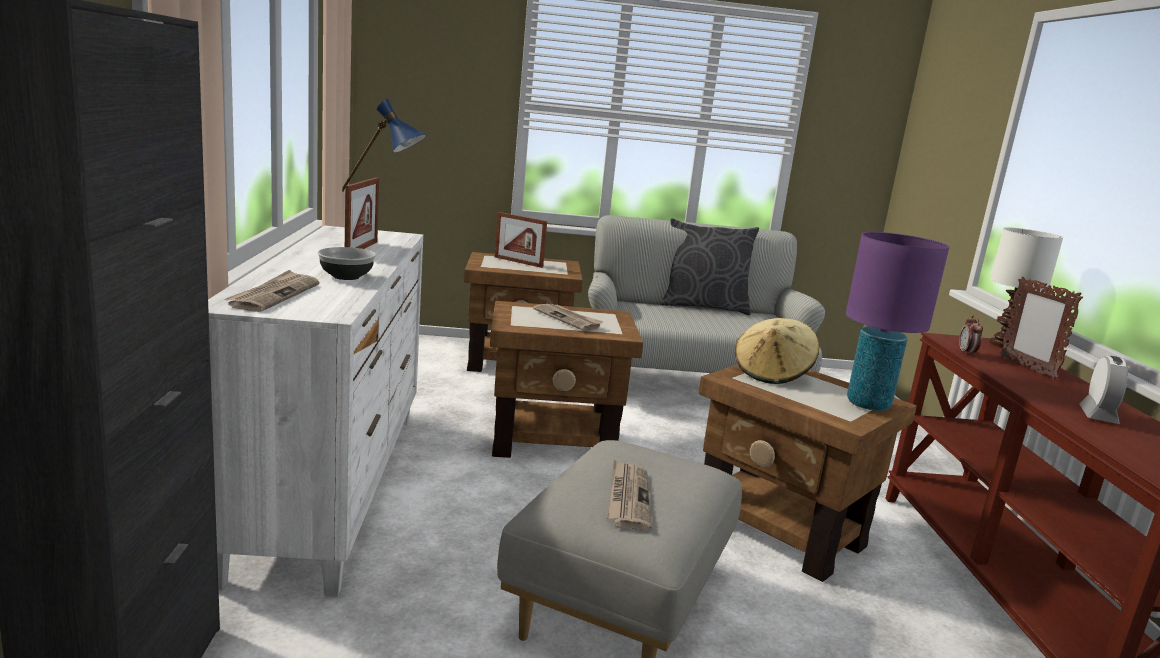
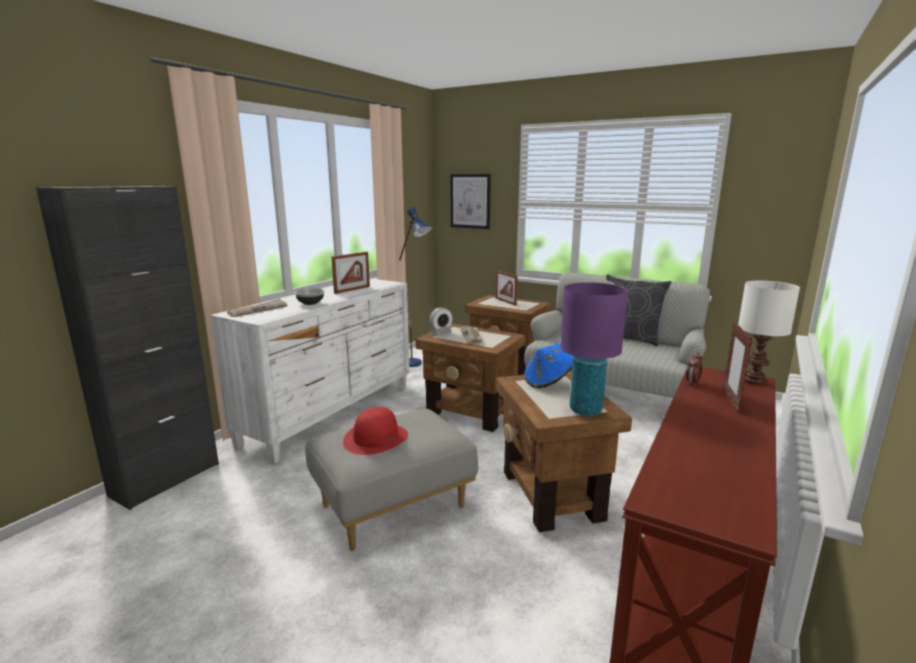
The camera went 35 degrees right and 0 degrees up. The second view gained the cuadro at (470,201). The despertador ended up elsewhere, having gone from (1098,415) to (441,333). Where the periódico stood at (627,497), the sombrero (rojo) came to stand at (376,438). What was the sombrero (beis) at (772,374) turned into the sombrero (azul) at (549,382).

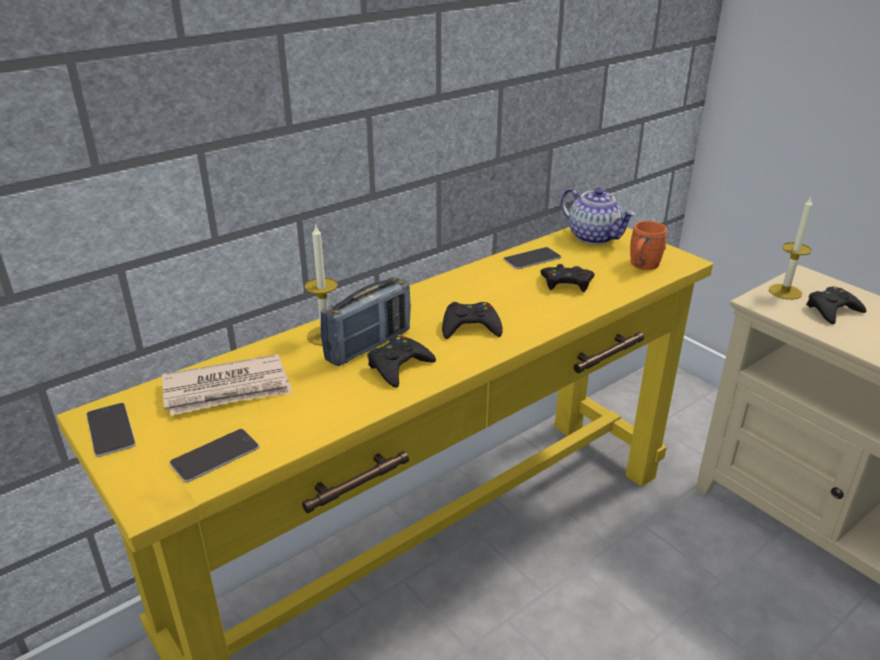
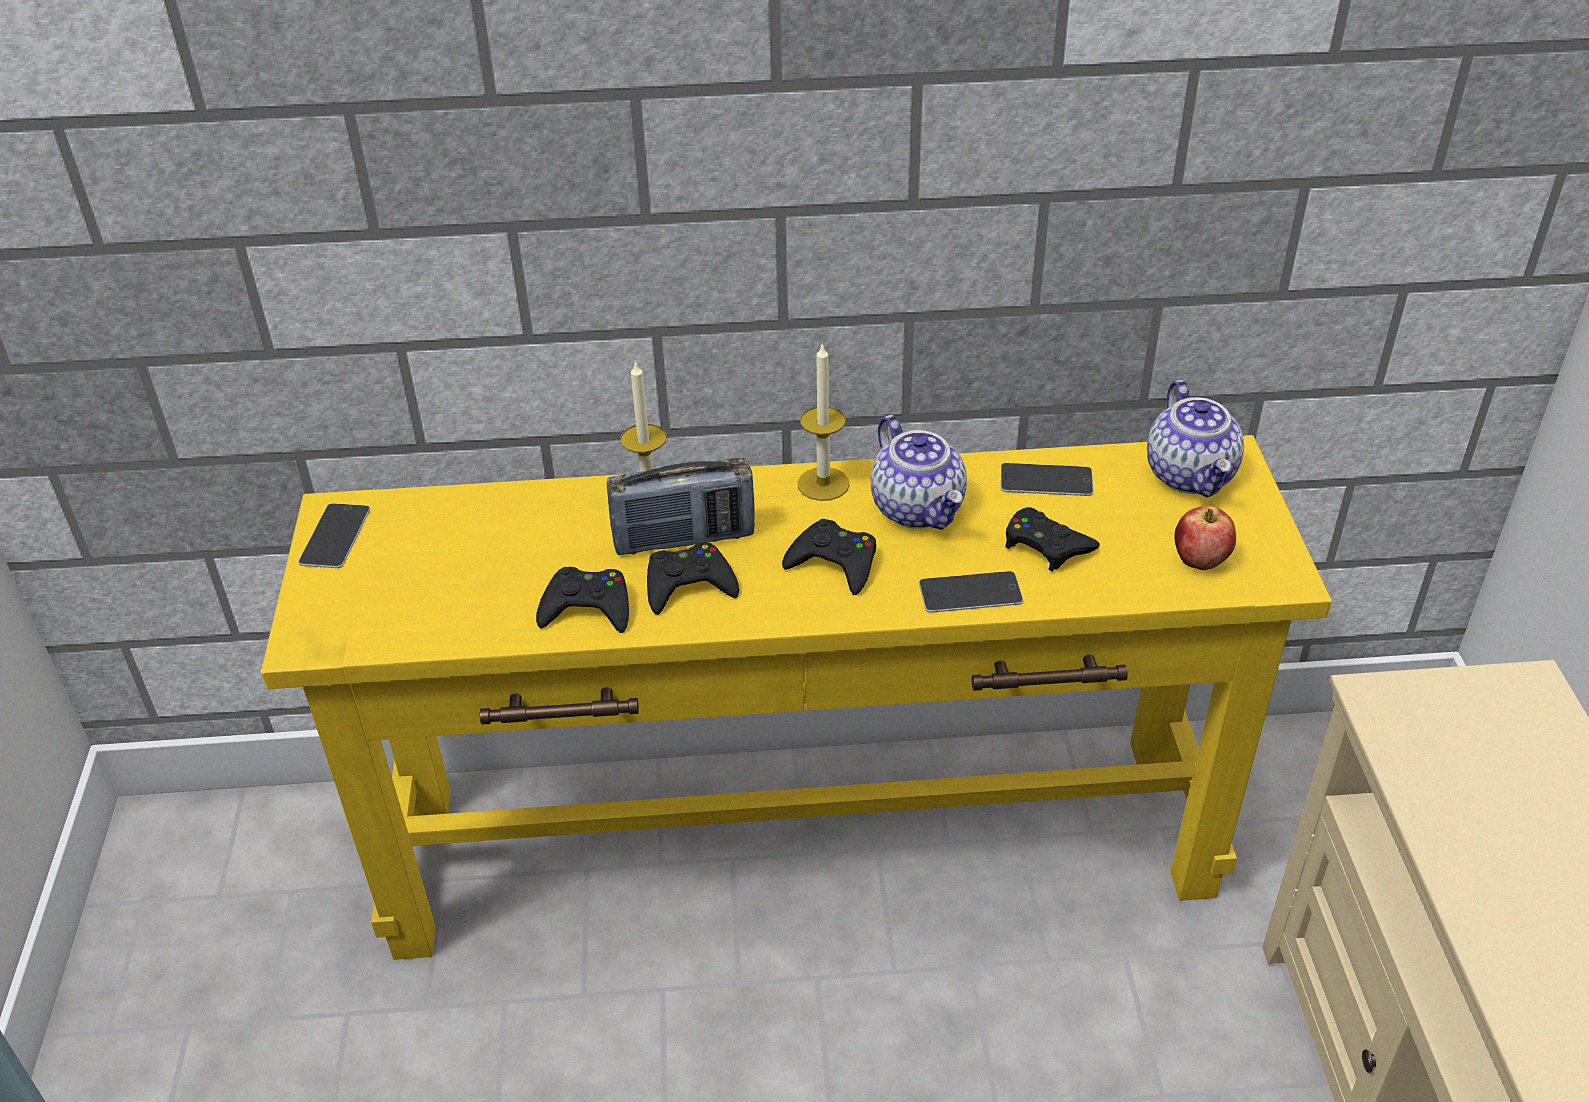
The camera went 35 degrees right and 10 degrees up. The second view lost the periódico at (228,390). The second view gained the tetera at (919,509). The móvil ended up elsewhere, having gone from (215,455) to (970,592). The vela ended up elsewhere, having gone from (785,292) to (823,484). The mando de consola (negro) ended up elsewhere, having gone from (832,310) to (587,608). Where the taza grande (naranja) stood at (642,266), the manzana came to stand at (1200,561).

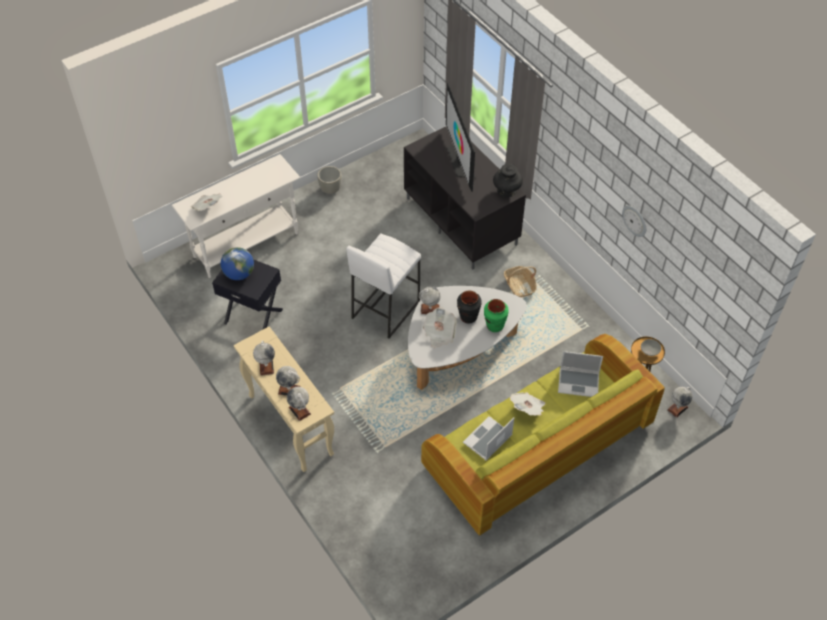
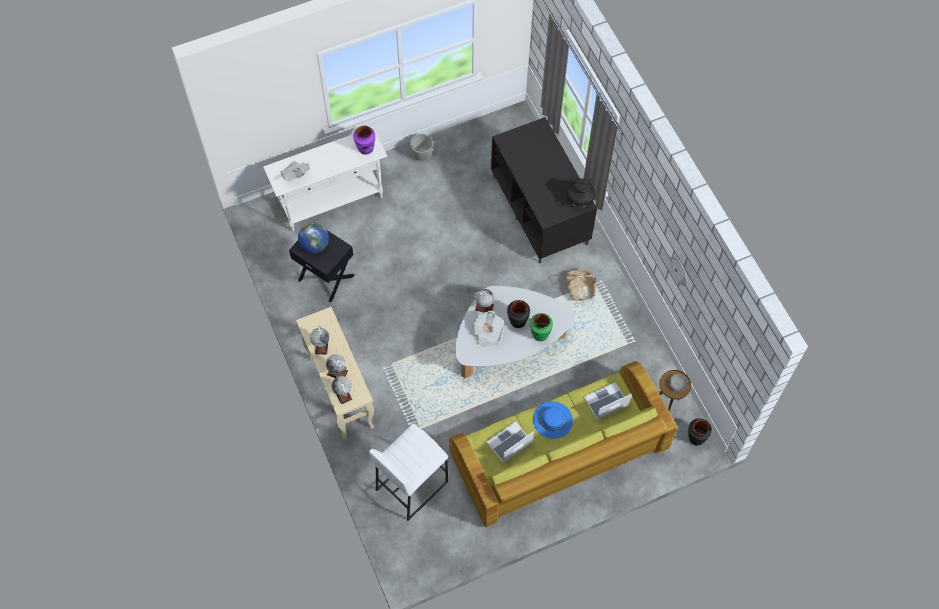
The camera went 10 degrees right and 10 degrees up. The second view lost the televisor at (460,161). The second view gained the florero (morado) at (365,148). The taburete (blanco) ended up elsewhere, having gone from (385,309) to (411,485). Where the periódico stood at (528,408), the sombrero (azul) came to stand at (552,420). Where the globo terráqueo stood at (677,408), the florero (negro) came to stand at (696,438). The portátil at (579,382) ended up facing another way, 135 degrees clockwise from before.

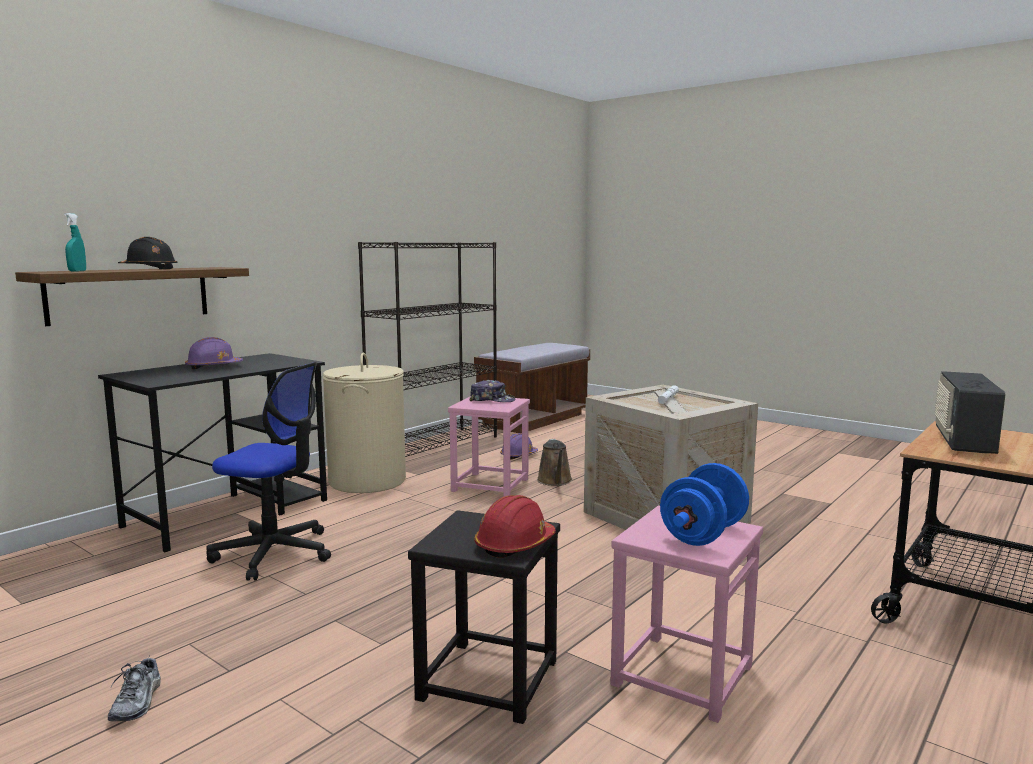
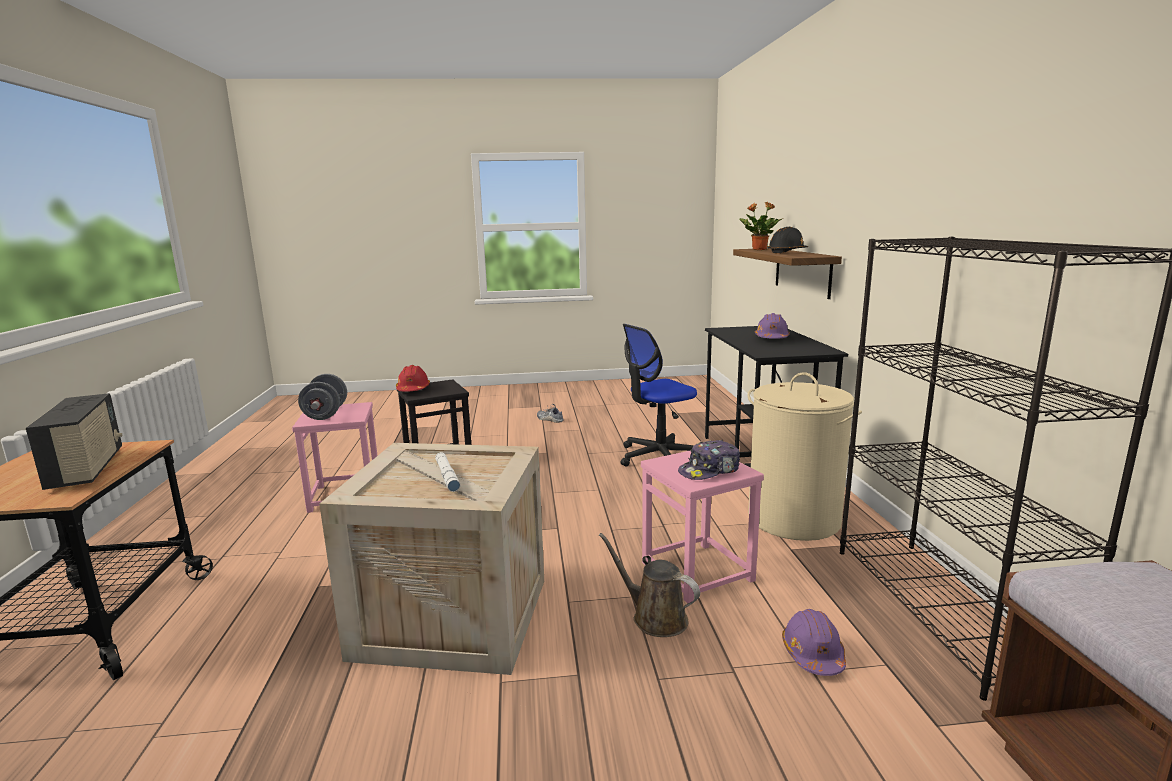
The camera went 135 degrees right and 5 degrees up. Where the pulverizador (turquesa) stood at (77,271), the planta en maceta came to stand at (758,249). What was the mancuerna (azul) at (703,534) turned into the mancuerna (gris) at (326,414).

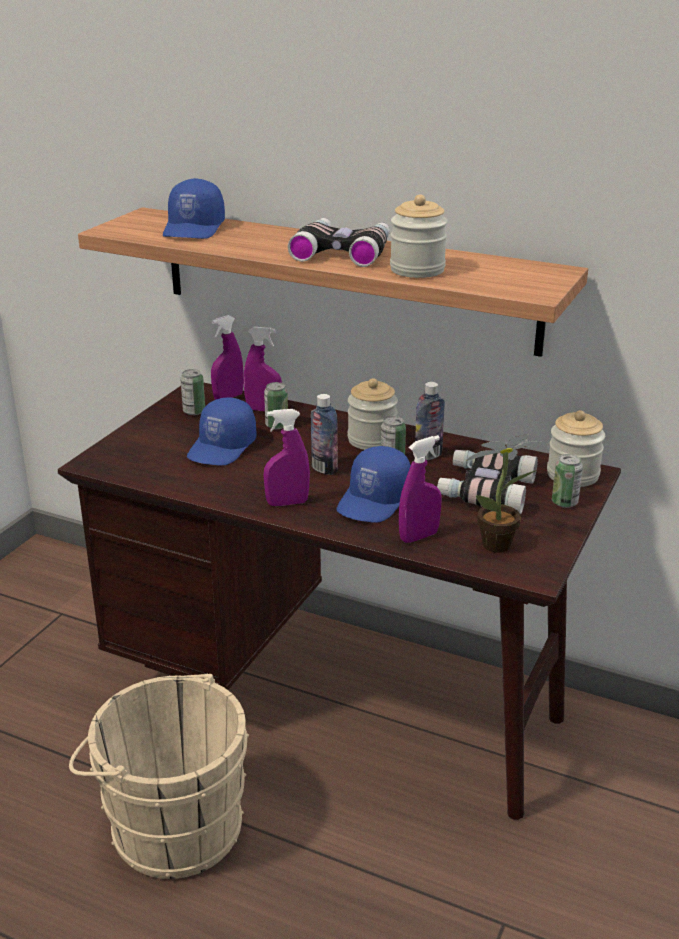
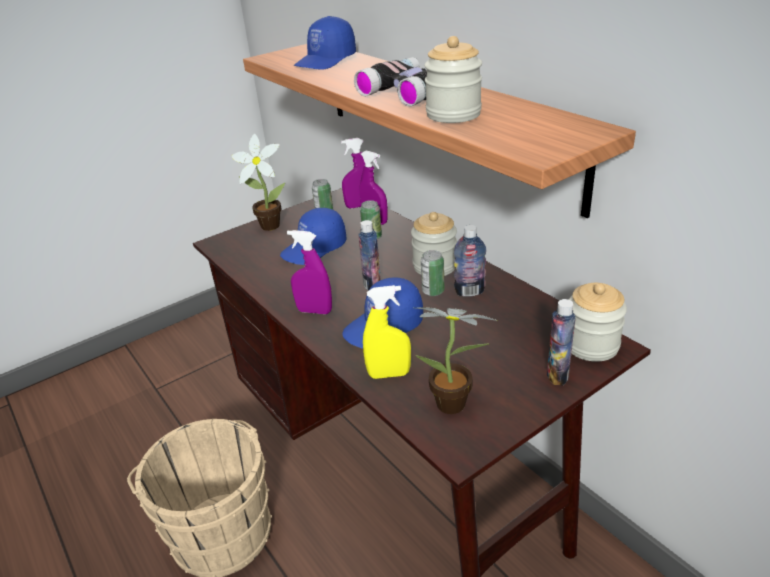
The camera went 30 degrees right and 5 degrees up. The second view lost the prismáticos at (485,490). The second view gained the planta en maceta at (267,225). Where the lata stood at (564,502), the botella came to stand at (557,374). What was the pulverizador (morado) at (419,536) turned into the pulverizador (amarillo) at (389,374).

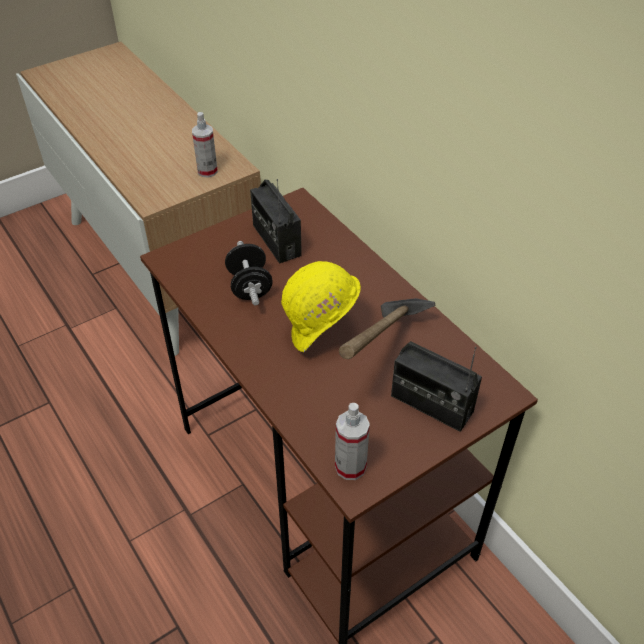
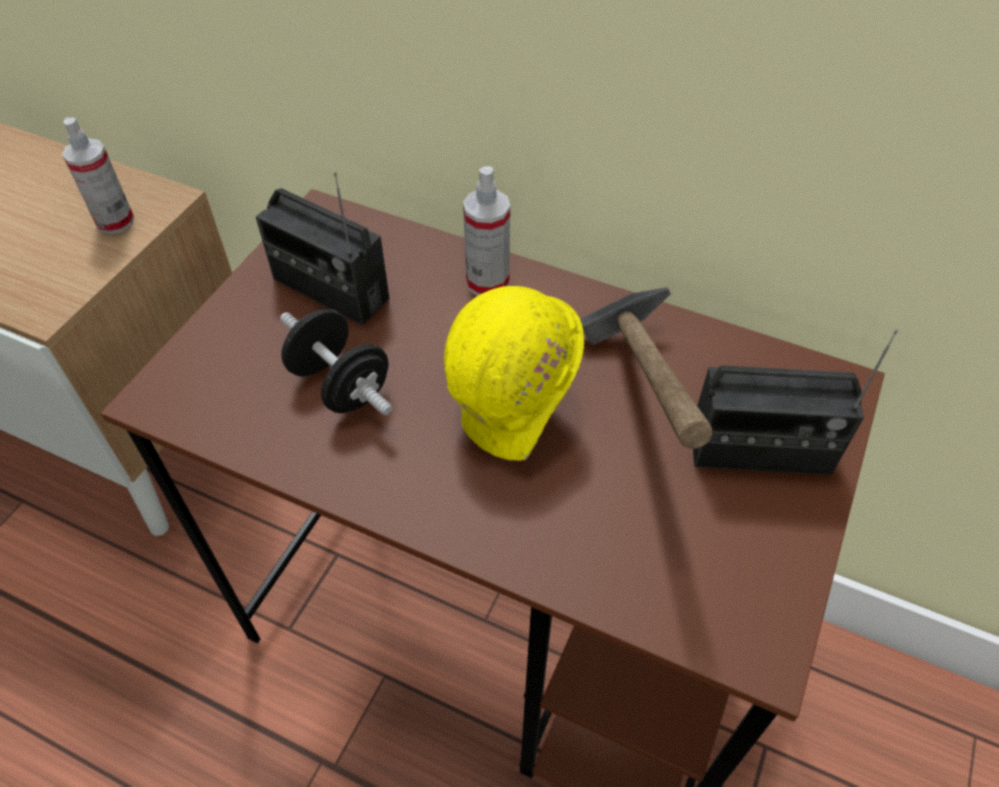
The camera went 30 degrees left and 5 degrees up. The pulverizador ended up elsewhere, having gone from (350,467) to (487,282).

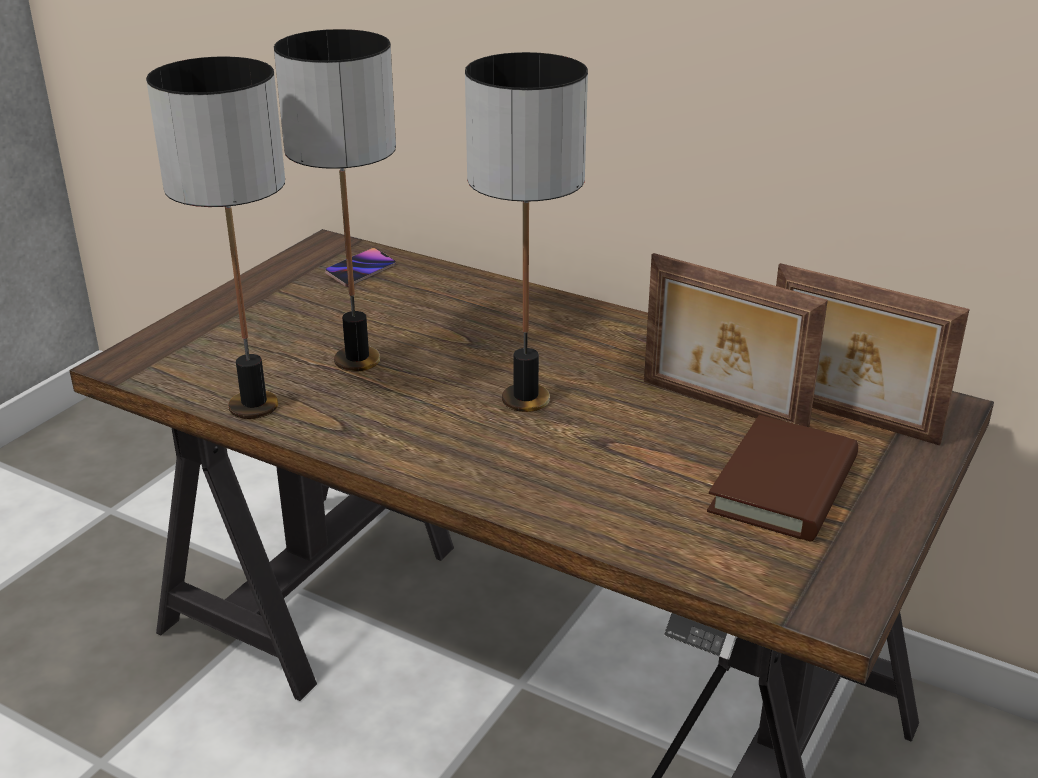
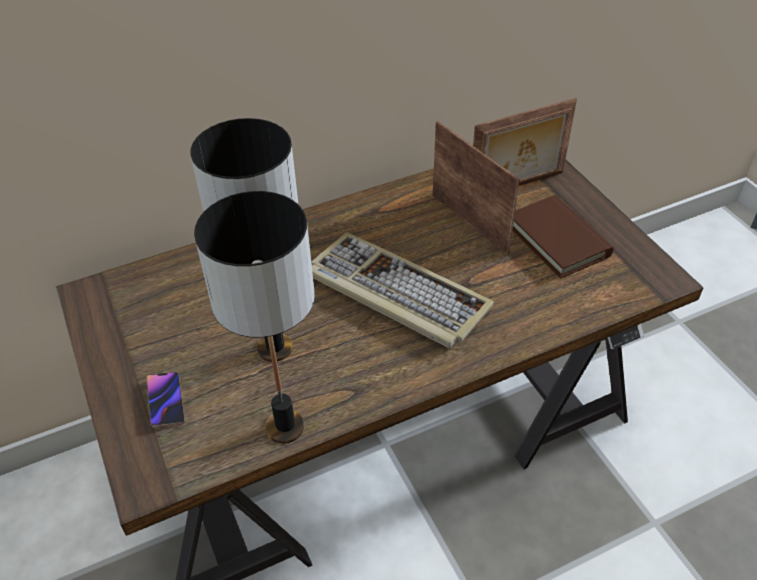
The camera went 55 degrees left and 15 degrees up. The móvil ended up elsewhere, having gone from (361,271) to (165,401). Where the lámpara de mesa stood at (524,399), the teclado came to stand at (394,293). The portarretratos at (721,408) ended up facing another way, 105 degrees counterclockwise from before.

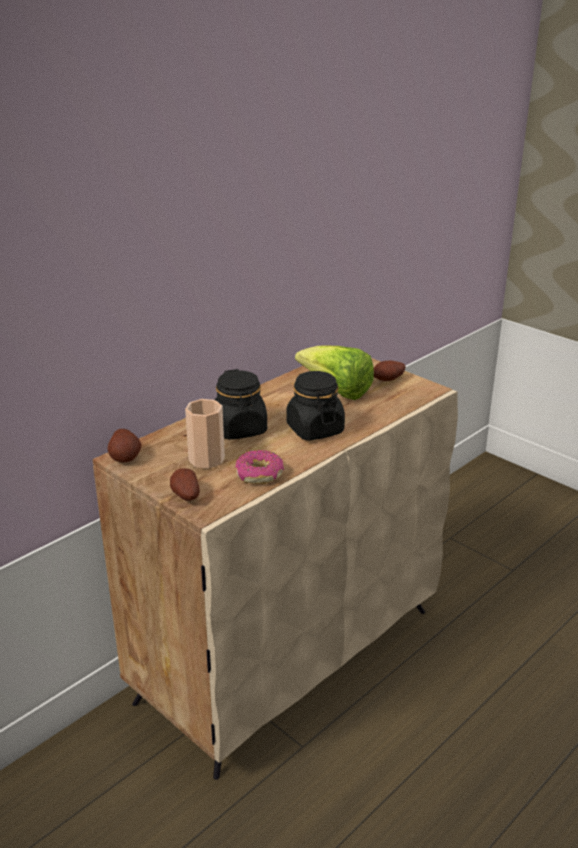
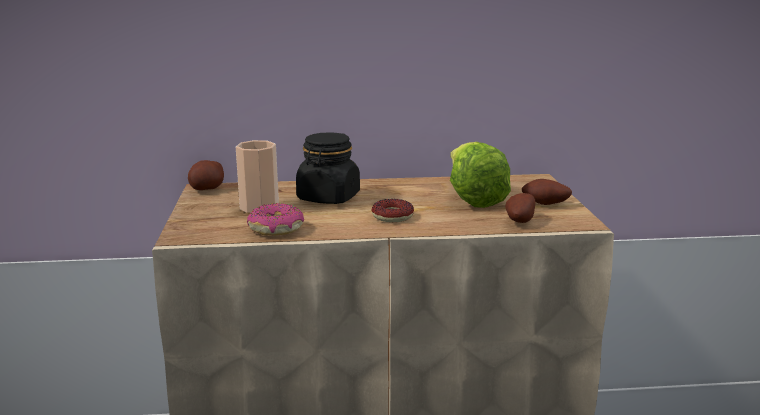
The camera went 40 degrees right and 10 degrees down. The patata ended up elsewhere, having gone from (185,496) to (518,221). Where the tarro (negro) stood at (314,429), the rosquilla came to stand at (392,216).

